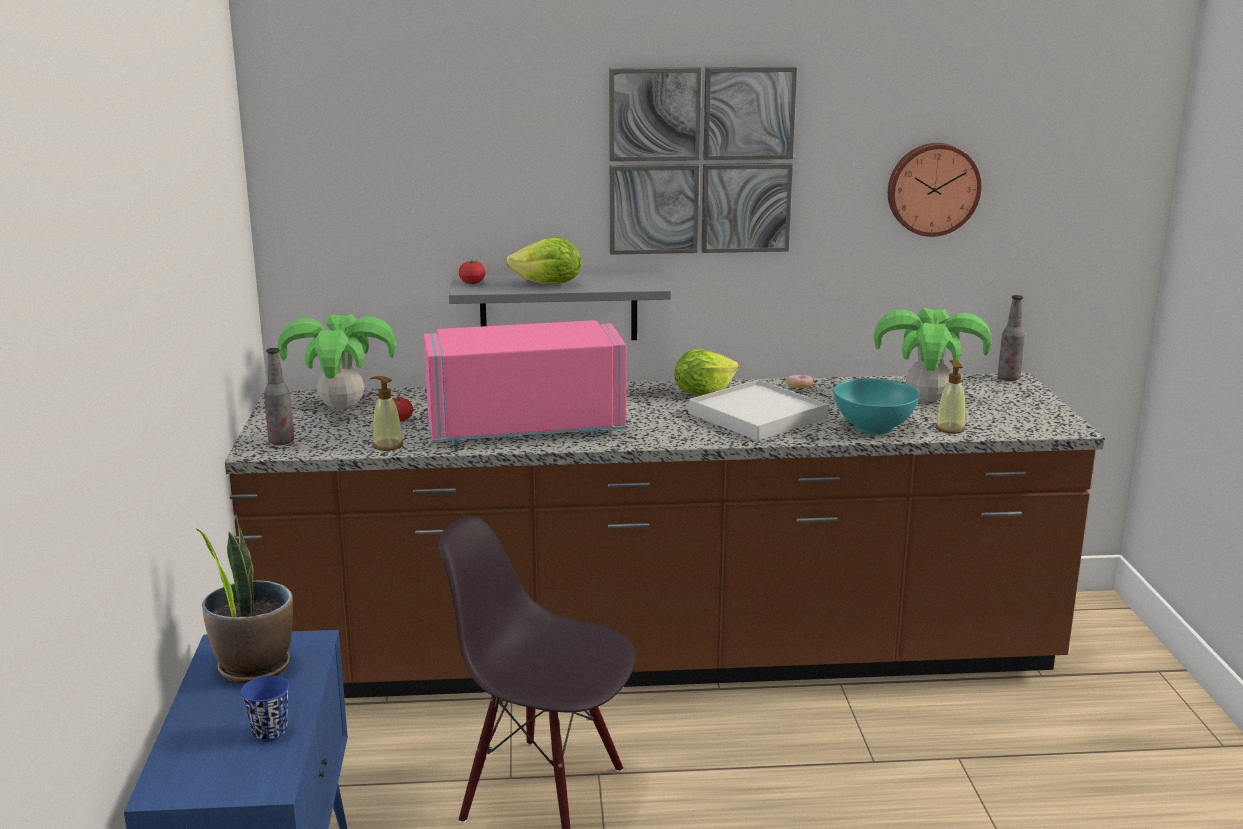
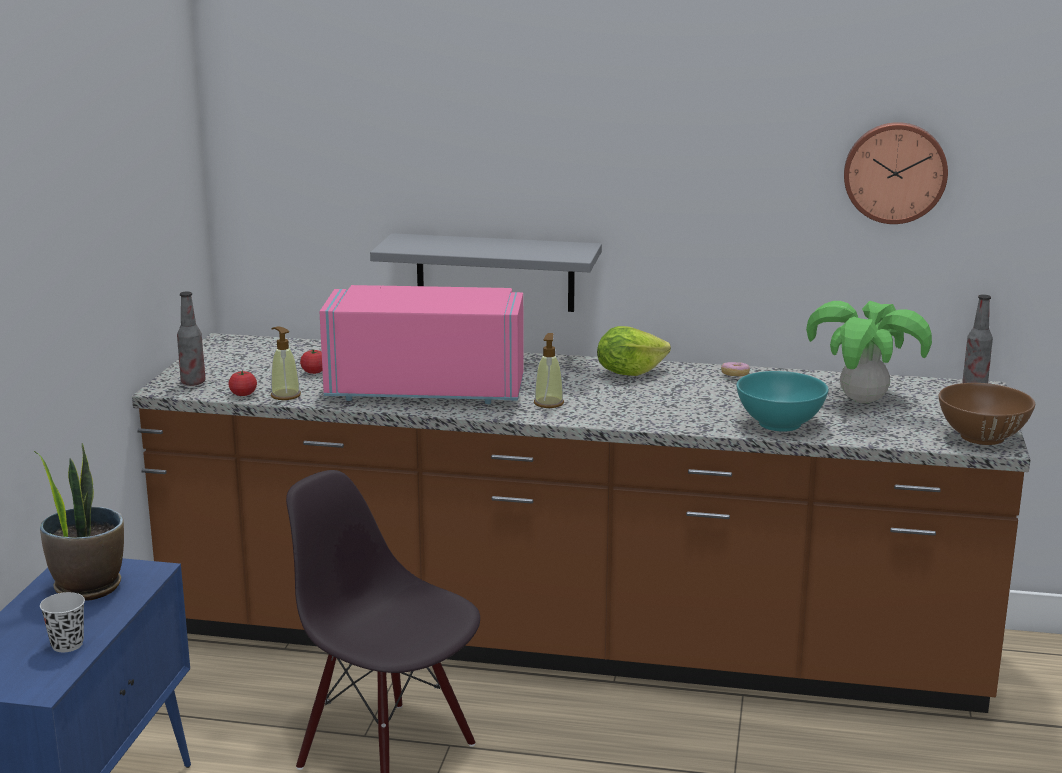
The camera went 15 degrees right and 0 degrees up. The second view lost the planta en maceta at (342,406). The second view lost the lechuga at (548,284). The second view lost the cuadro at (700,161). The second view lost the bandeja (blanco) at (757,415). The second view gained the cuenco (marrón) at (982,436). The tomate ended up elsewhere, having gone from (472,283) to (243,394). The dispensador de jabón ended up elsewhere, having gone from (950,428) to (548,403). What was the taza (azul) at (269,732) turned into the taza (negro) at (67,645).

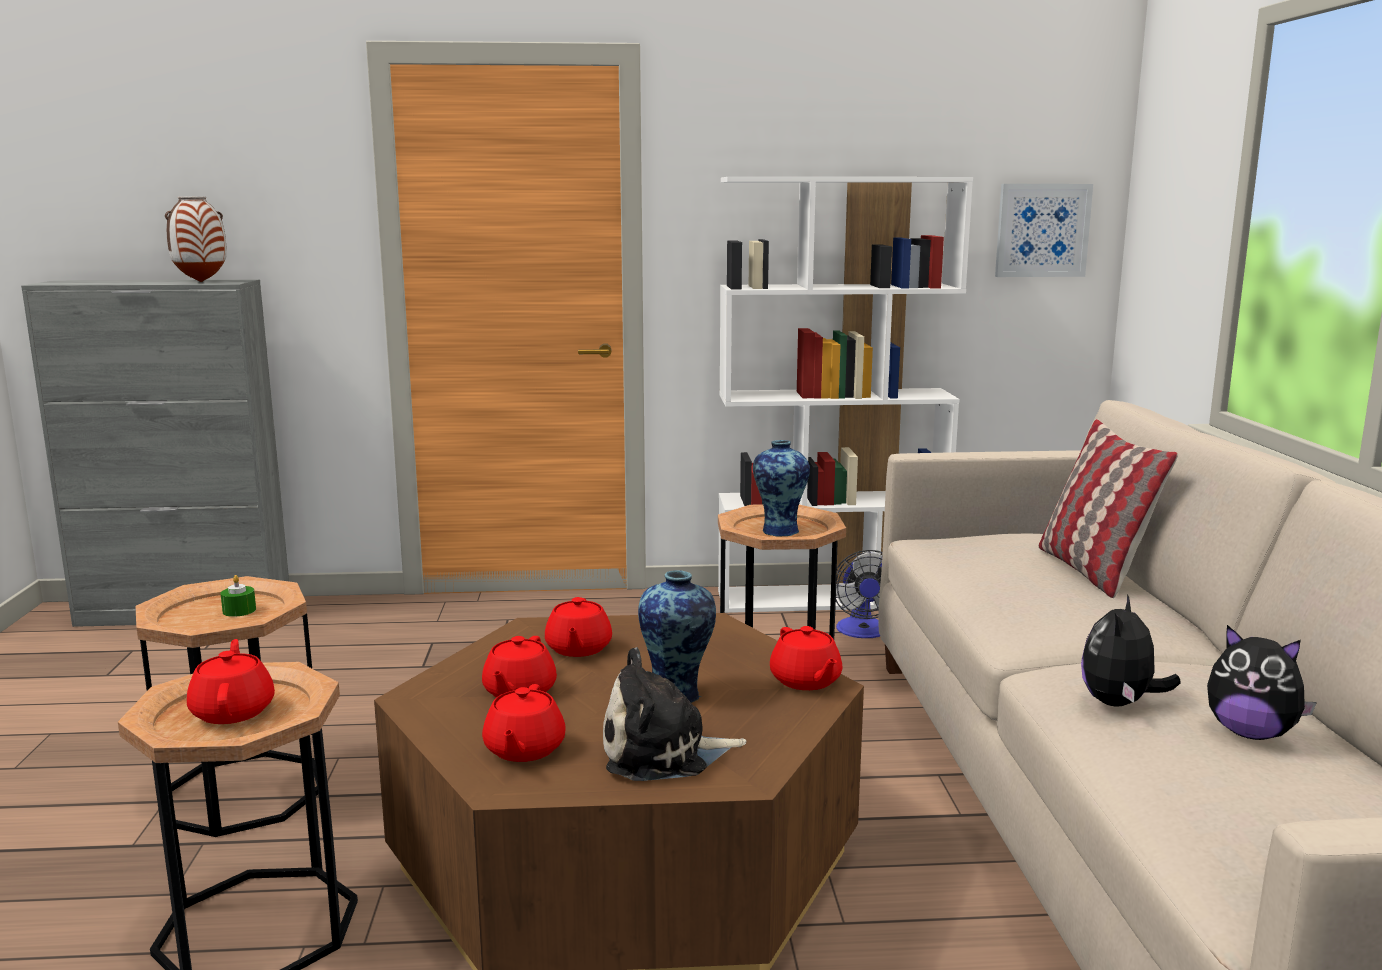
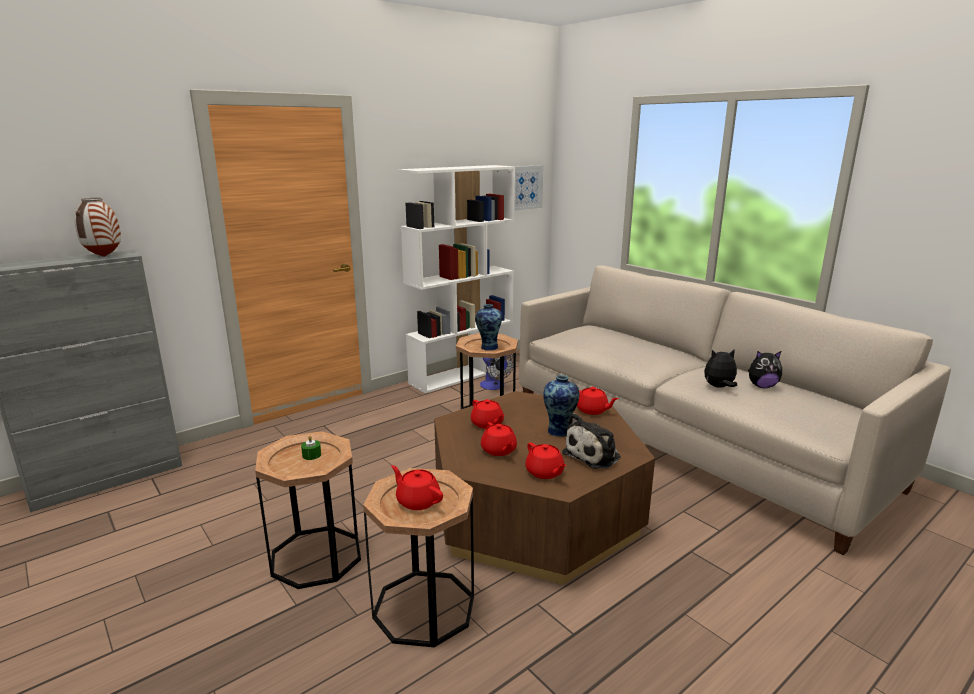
The camera went 35 degrees left and 5 degrees up. The second view lost the cojín at (1092,571). The peluche at (1119,704) ended up facing another way, 90 degrees clockwise from before.

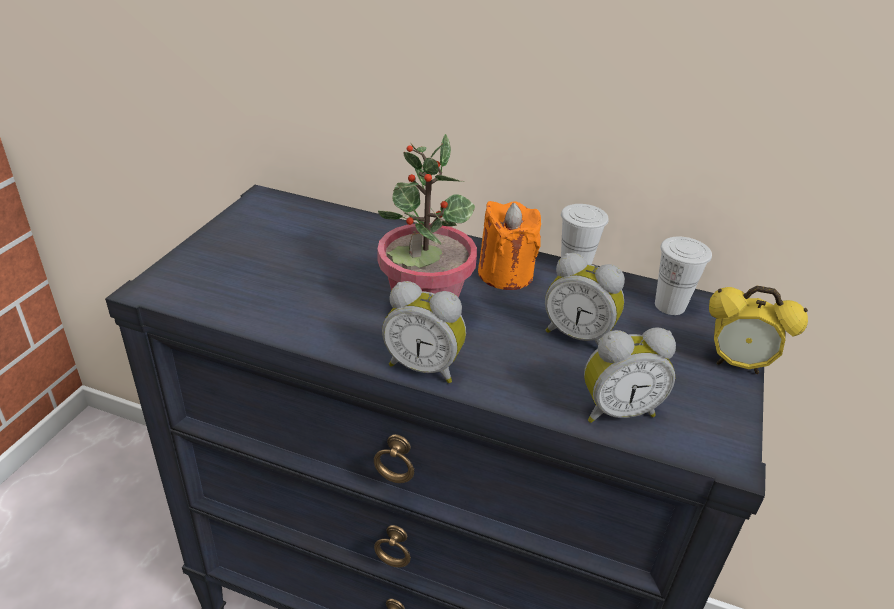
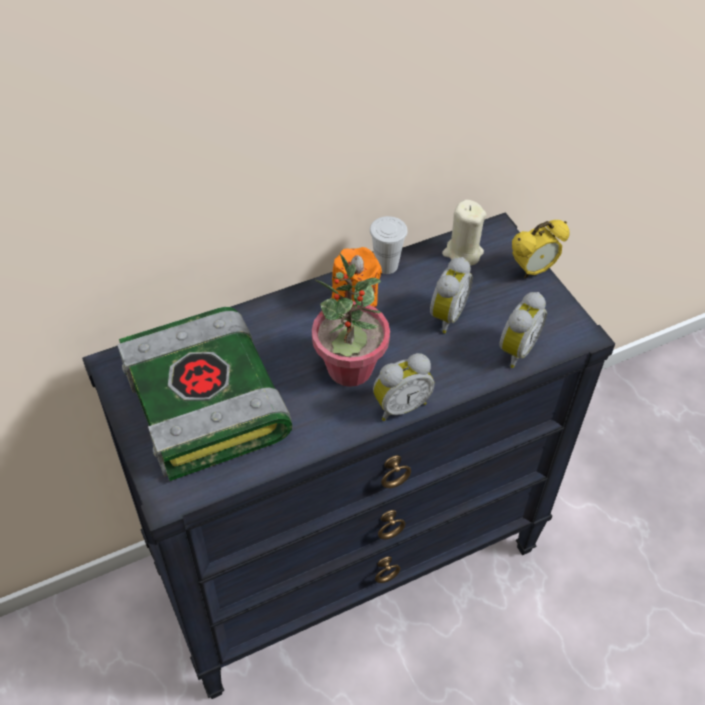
The camera went 45 degrees left and 15 degrees up. The second view gained the libro at (208,403). Where the taza (blanco) stood at (670,306), the vela (beis) came to stand at (462,253). The despertador at (578,335) ended up facing another way, 45 degrees counterclockwise from before.

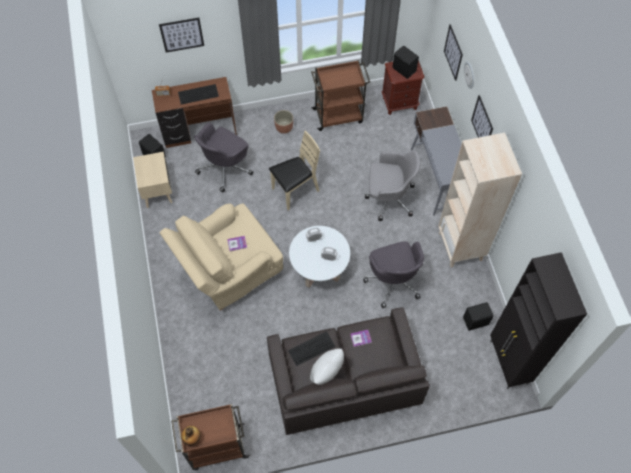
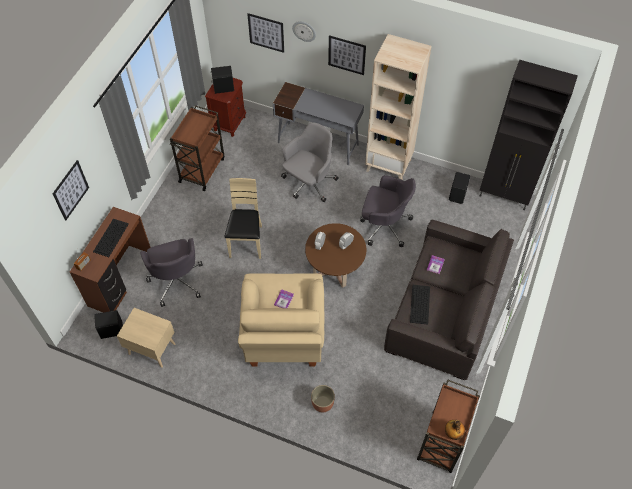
The camera went 55 degrees left and 5 degrees down. The second view lost the cojín (blanco) at (327,374). The maceta ended up elsewhere, having gone from (284,127) to (322,403). What was the mesa de centro (blanco) at (319,270) turned into the mesa de centro (marrón) at (334,269).

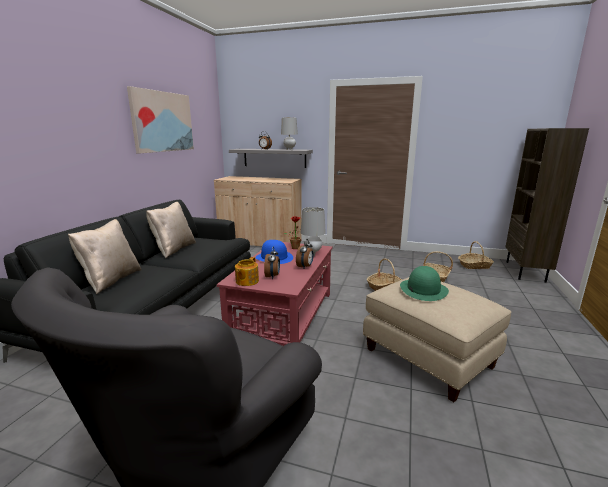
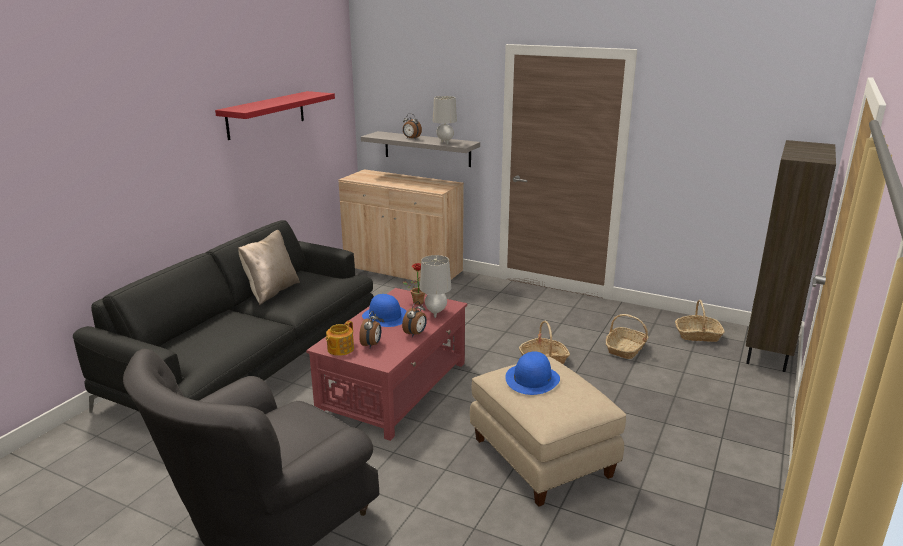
The camera went 10 degrees right and 5 degrees up. The second view lost the cojín (beis) at (111,280). Where the cuadro hung at (162,122), the estante (rojo) came to hang at (266,114). What was the sombrero (verde) at (423,289) turned into the sombrero (azul) at (532,379).

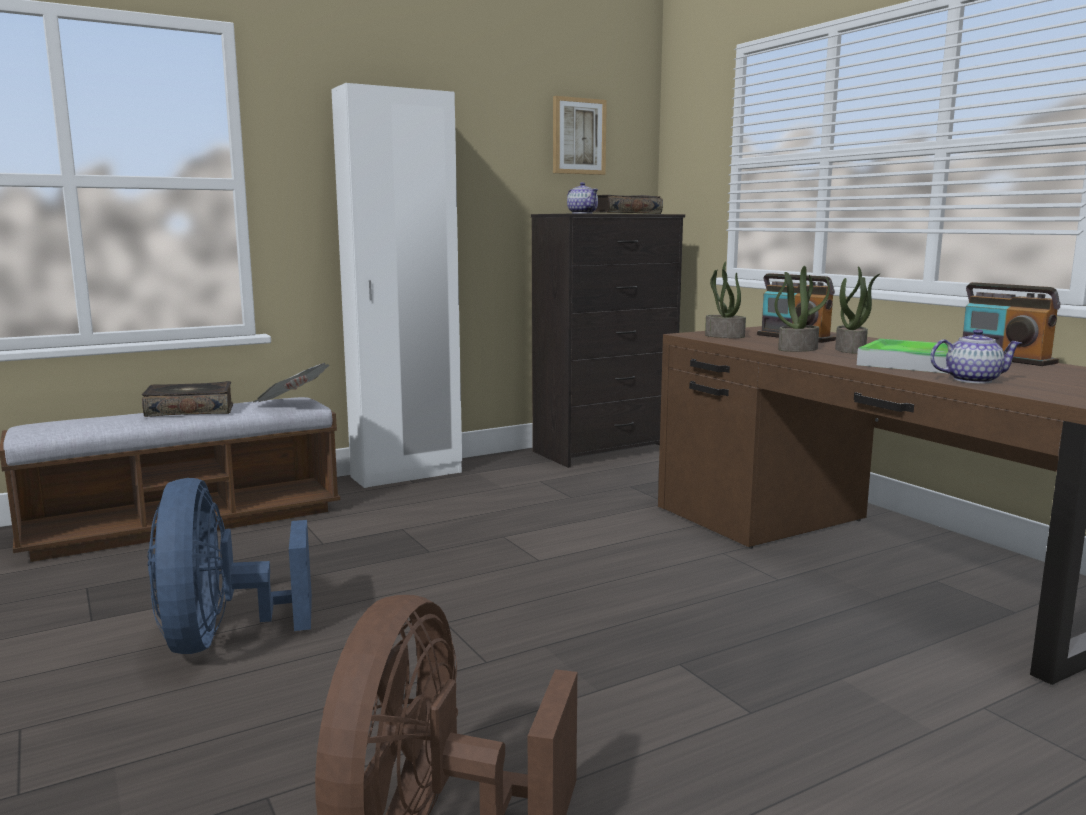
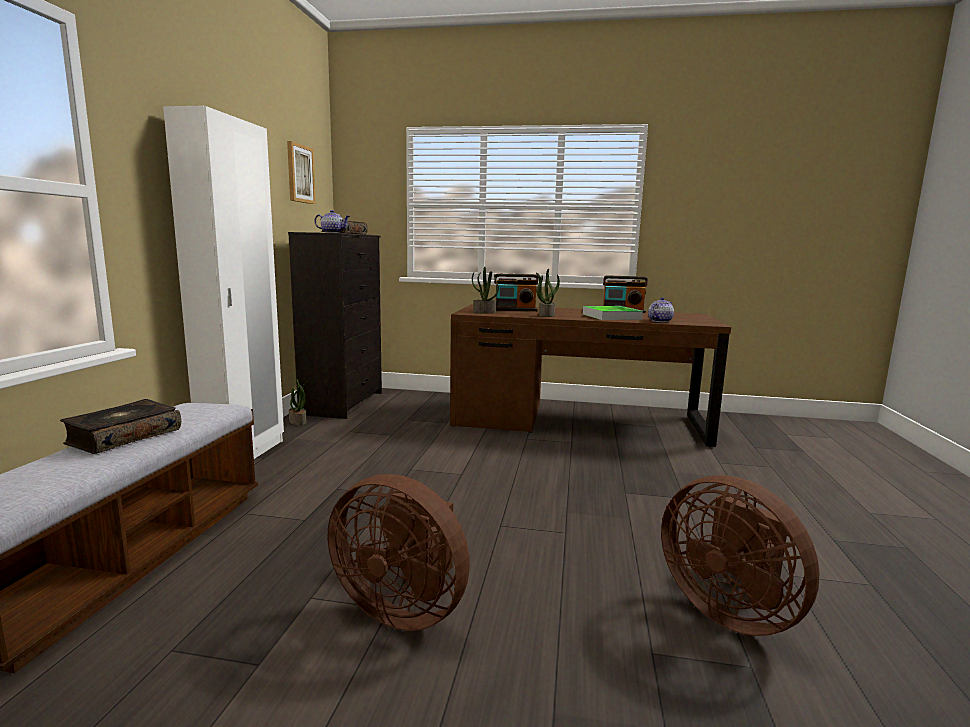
The camera went 50 degrees left and 0 degrees up. The second view lost the periódico at (292,403). The planta en maceta ended up elsewhere, having gone from (851,350) to (298,422). What was the ventilador (azul) at (221,638) turned into the ventilador (marrón) at (403,607).

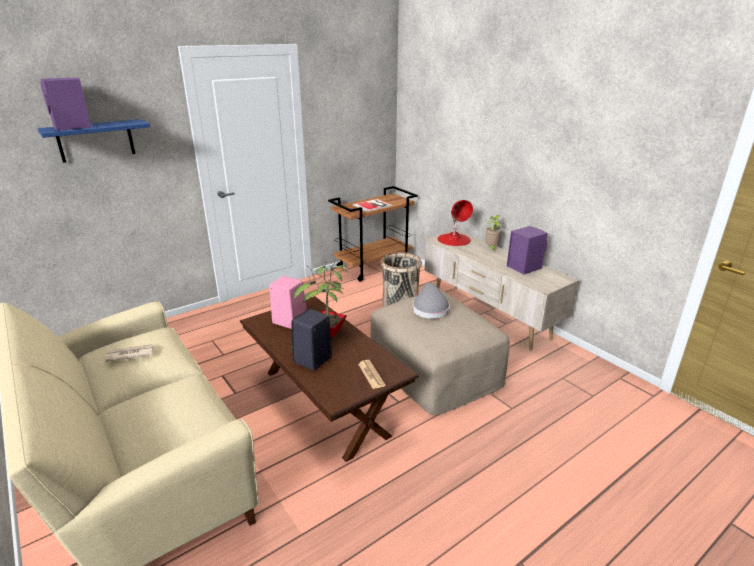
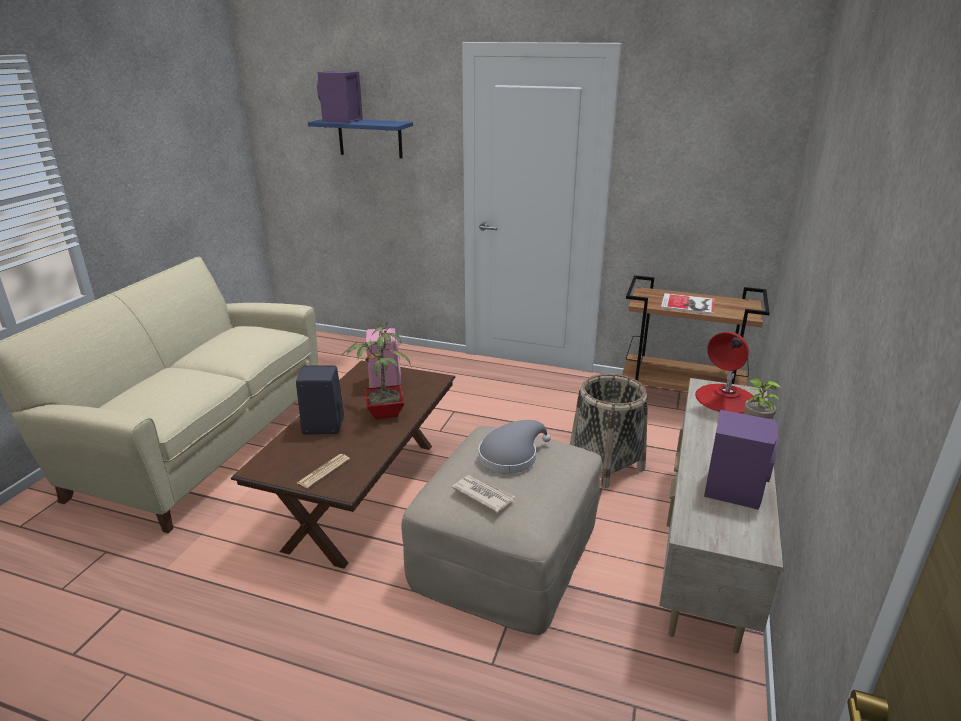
The camera went 55 degrees right and 0 degrees up. The periódico ended up elsewhere, having gone from (130,354) to (483,494).

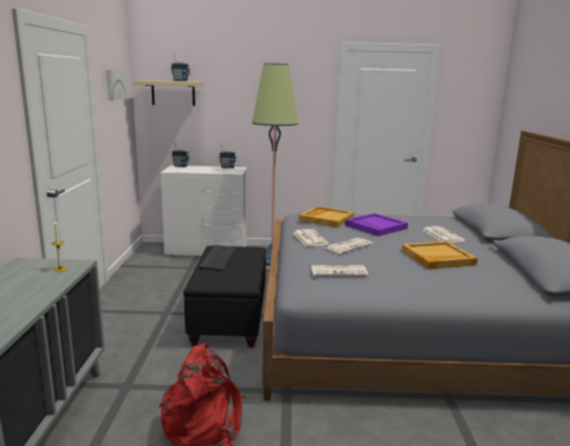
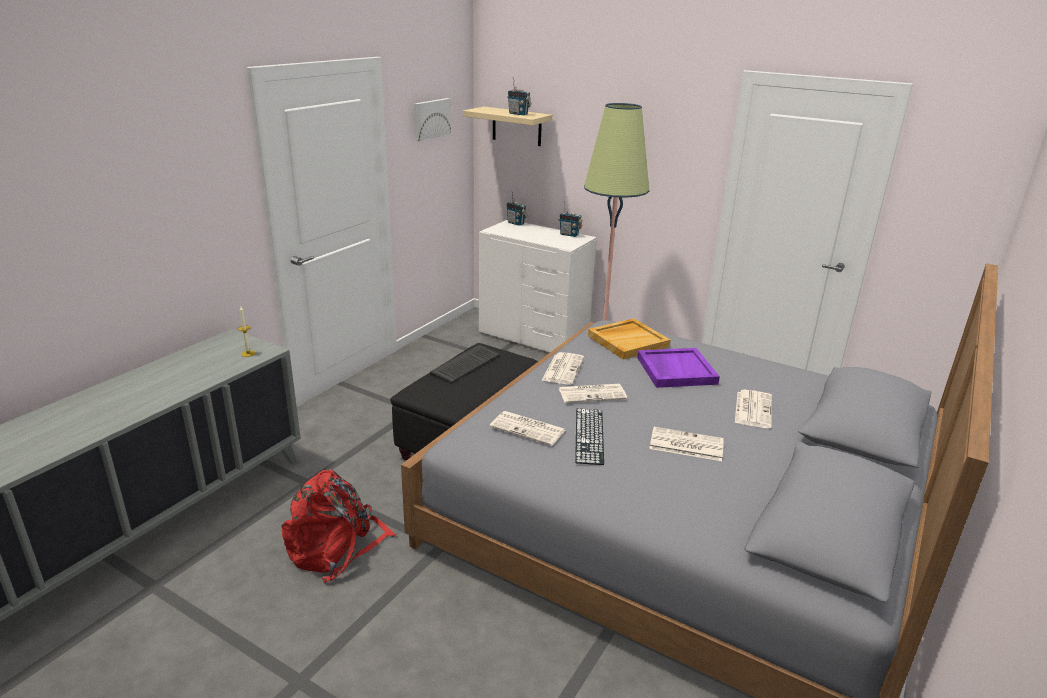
The camera went 30 degrees right and 10 degrees up. The second view gained the teclado at (589,435). Where the bandeja (beis) stood at (437,258), the periódico came to stand at (685,445).

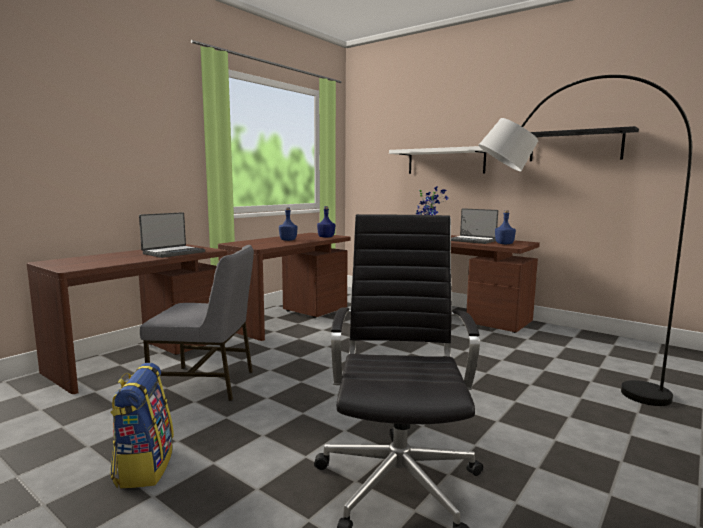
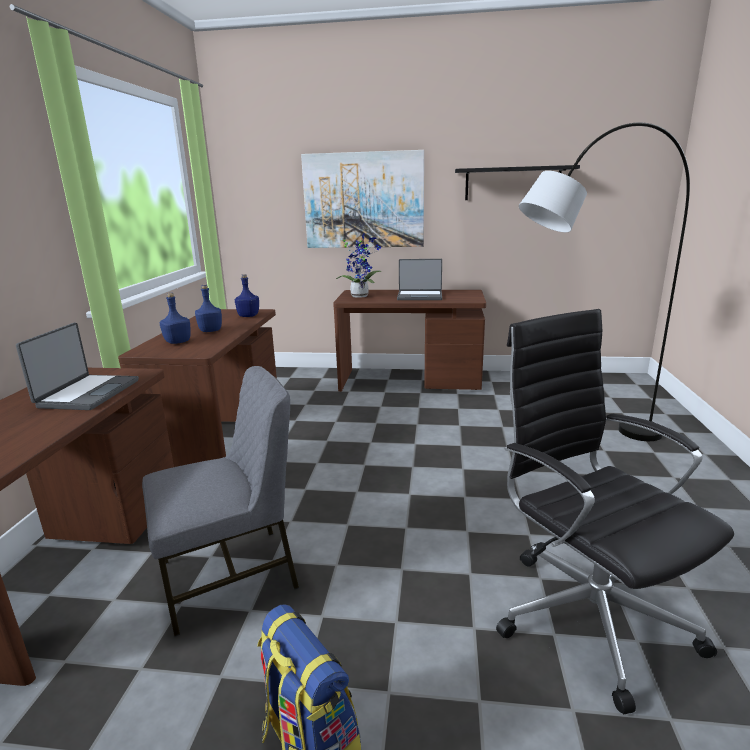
The camera went 30 degrees left and 10 degrees up. The botella (azul) ended up elsewhere, having gone from (504,244) to (177,342). Where the estante (blanco) hung at (445,161), the cuadro came to hang at (363,200).

